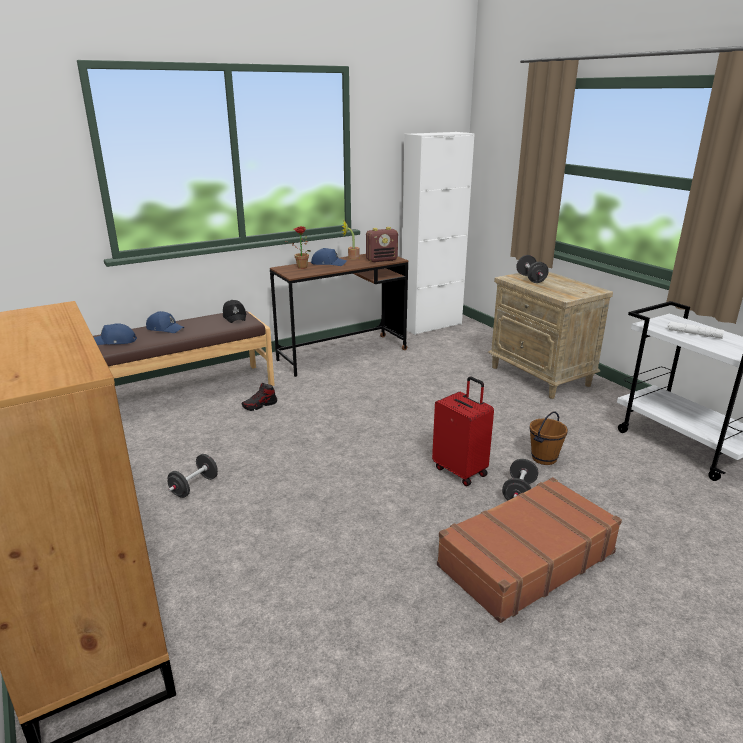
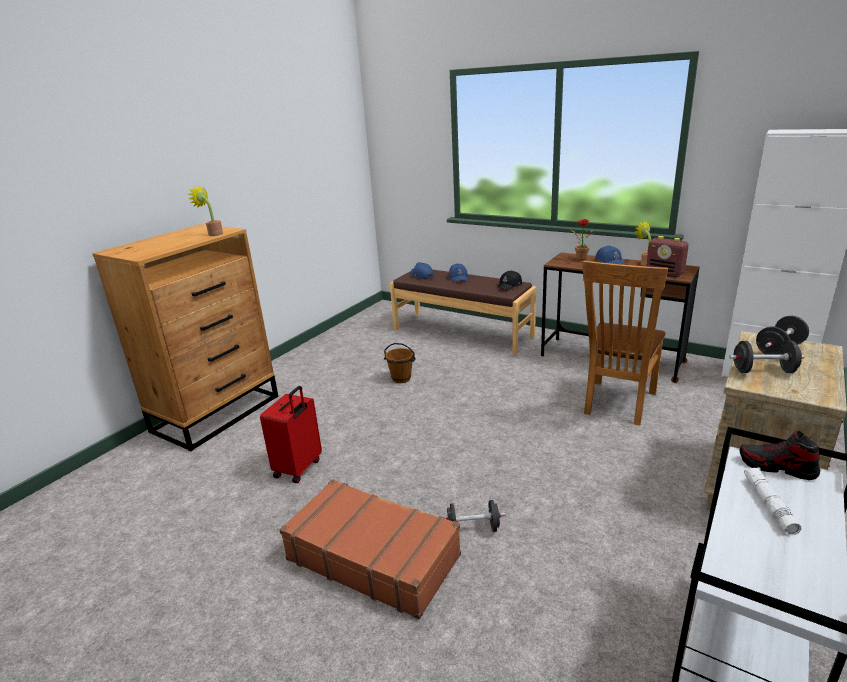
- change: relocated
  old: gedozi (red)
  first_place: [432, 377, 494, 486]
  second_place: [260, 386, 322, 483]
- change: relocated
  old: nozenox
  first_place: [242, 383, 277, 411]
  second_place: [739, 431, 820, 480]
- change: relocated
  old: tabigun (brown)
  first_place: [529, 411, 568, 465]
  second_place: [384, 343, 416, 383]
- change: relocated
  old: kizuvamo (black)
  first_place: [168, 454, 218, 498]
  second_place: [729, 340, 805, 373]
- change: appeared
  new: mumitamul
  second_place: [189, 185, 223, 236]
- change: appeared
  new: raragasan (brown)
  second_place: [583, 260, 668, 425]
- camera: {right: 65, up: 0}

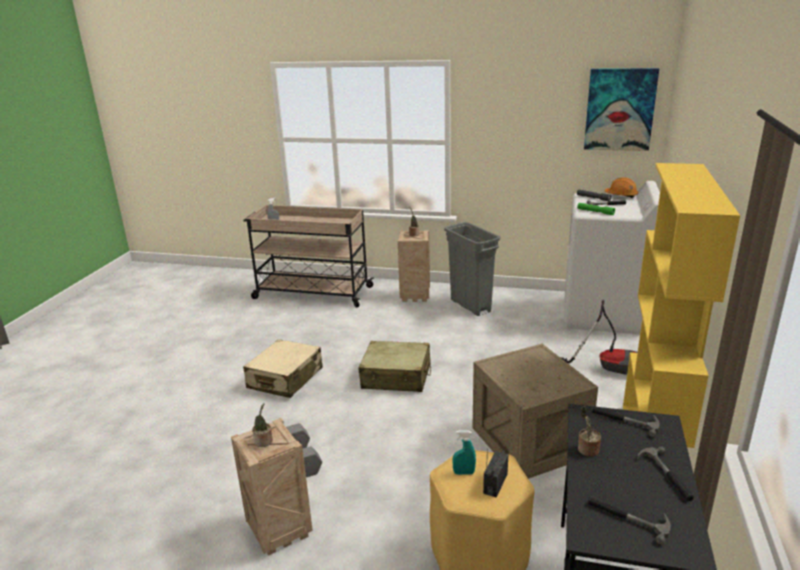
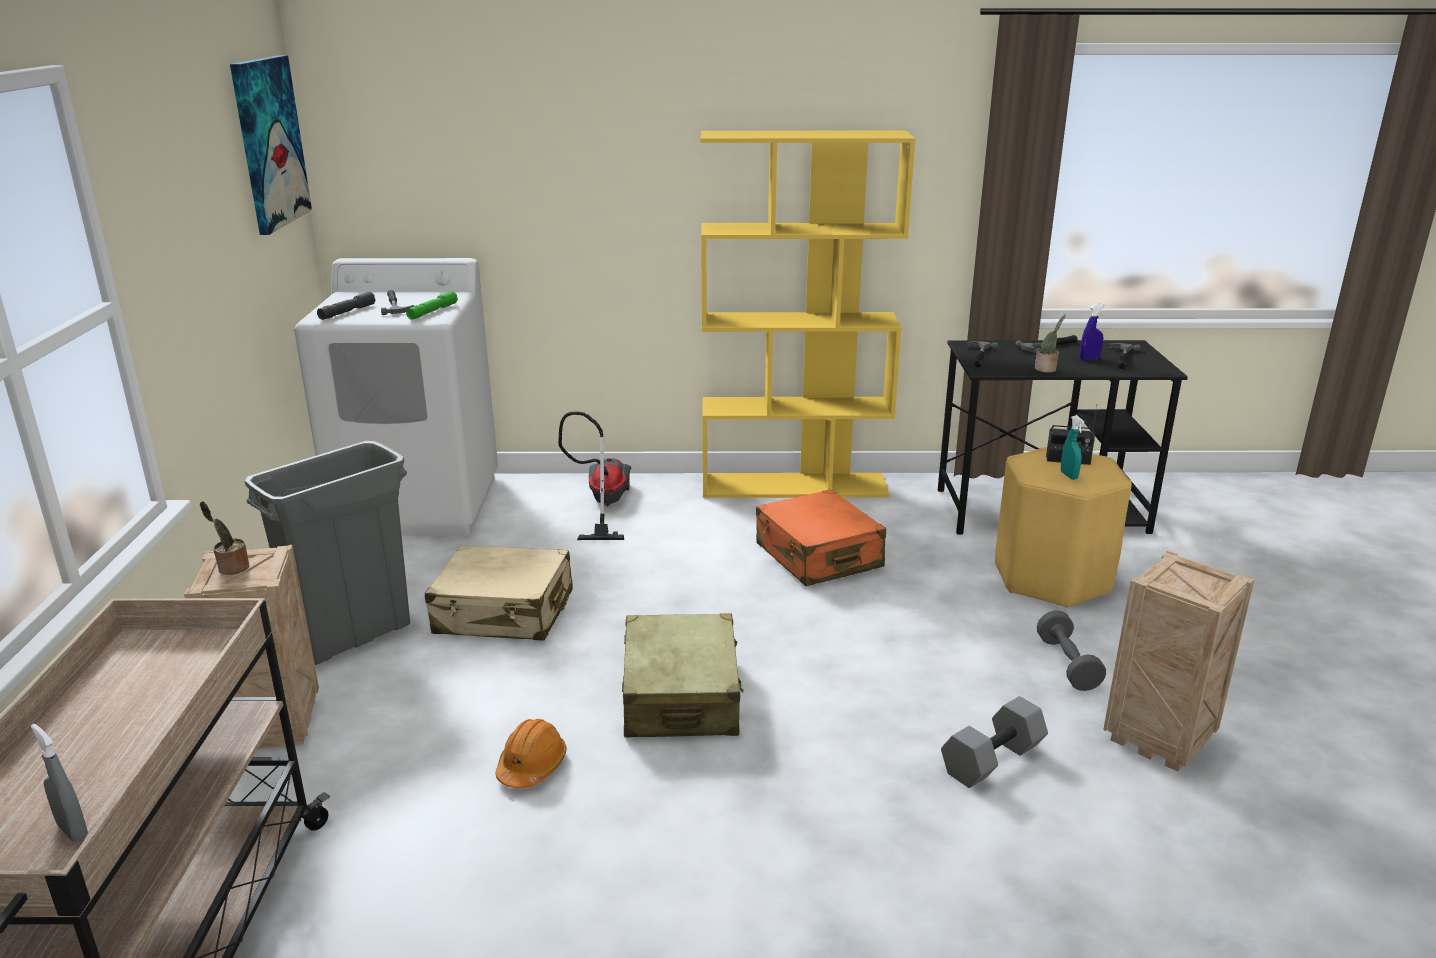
- change: relocated
  old: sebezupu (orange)
  first_place: [605, 177, 638, 198]
  second_place: [496, 719, 567, 788]
- change: relocated
  old: gedozi (beige)
  first_place: [243, 339, 323, 398]
  second_place: [425, 545, 573, 641]
- change: exchanged
  old: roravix
  new: gedozi (orange)
  first_place: [472, 344, 598, 479]
  second_place: [756, 489, 886, 586]
- change: missing
  old: mumitamul
  first_place: [252, 403, 273, 447]
- change: appeared
  new: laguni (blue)
  second_place: [1080, 303, 1106, 361]
- change: appeared
  new: kizuvamo (grey)
  second_place: [1037, 610, 1106, 691]
- camera: {right: -105, up: 0}

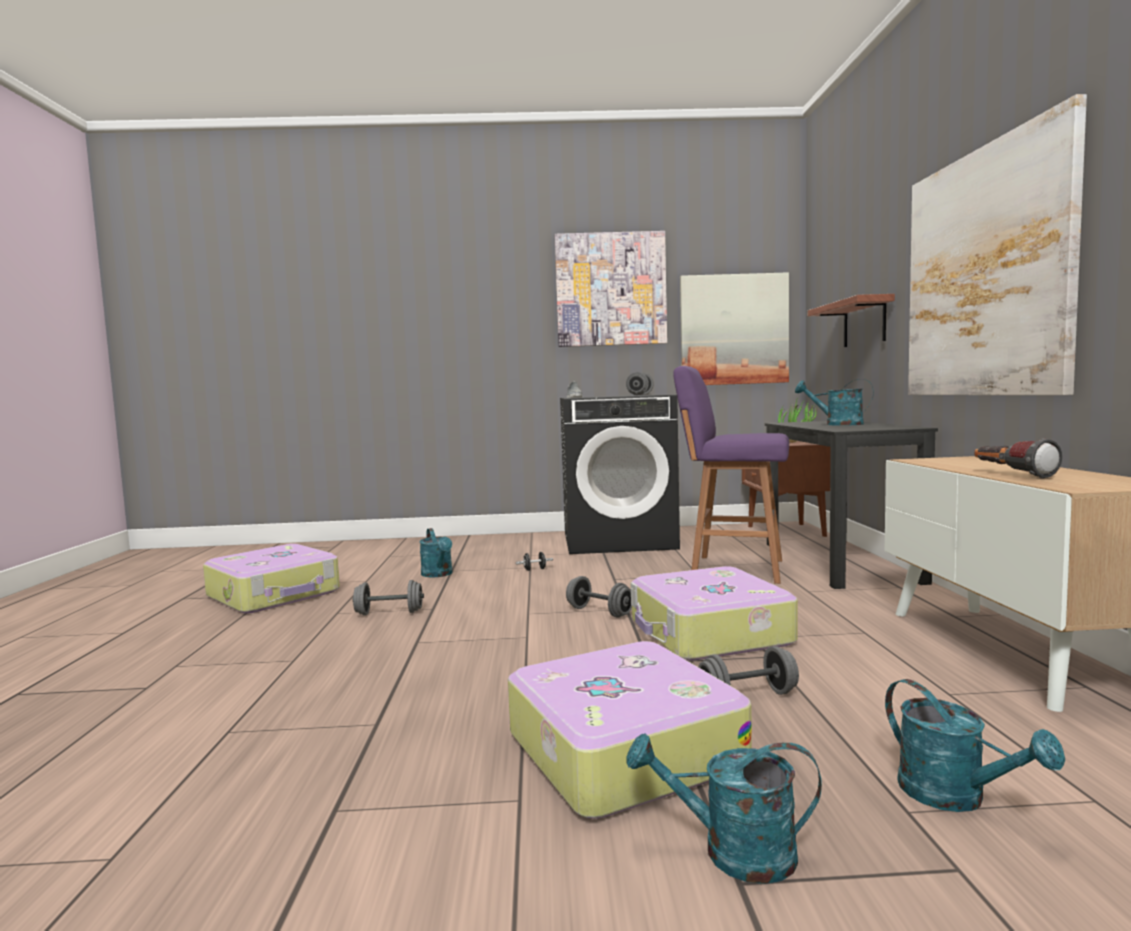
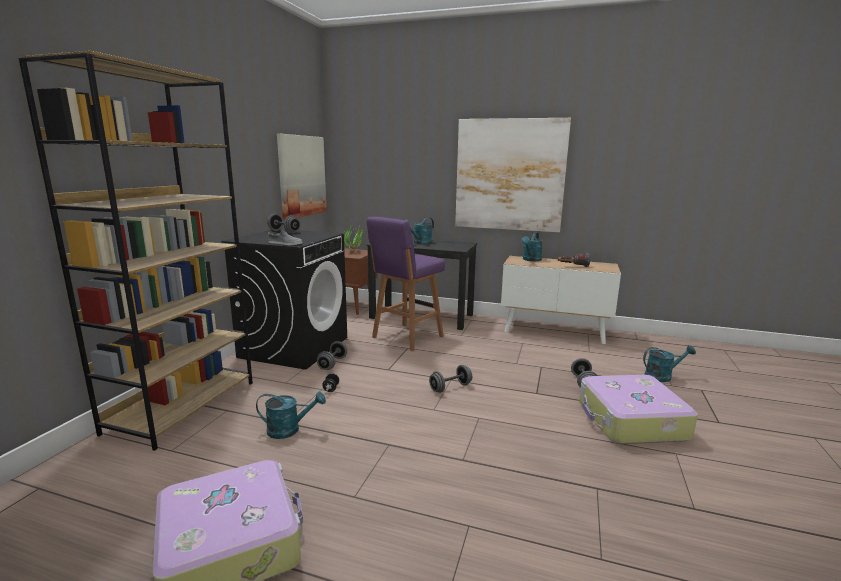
- change: missing
  old: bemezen
  first_place: [555, 231, 667, 347]
- change: missing
  old: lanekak
  first_place: [808, 294, 895, 347]
- change: missing
  old: gedozi
  first_place: [631, 566, 797, 661]
- change: relocated
  old: kizuvamo (grey)
  first_place: [353, 580, 424, 616]
  second_place: [317, 341, 347, 370]
- change: relocated
  old: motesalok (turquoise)
  first_place: [627, 733, 822, 884]
  second_place: [521, 233, 543, 261]
- change: appeared
  new: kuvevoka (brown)
  second_place: [19, 51, 253, 451]
- camera: {right: -70, up: 10}

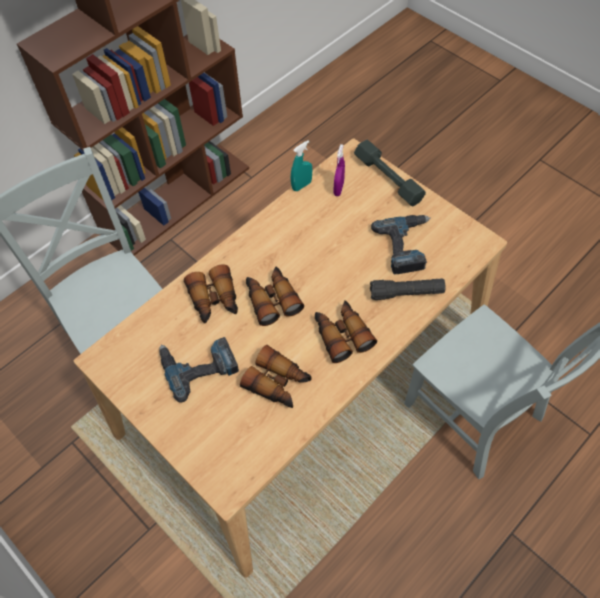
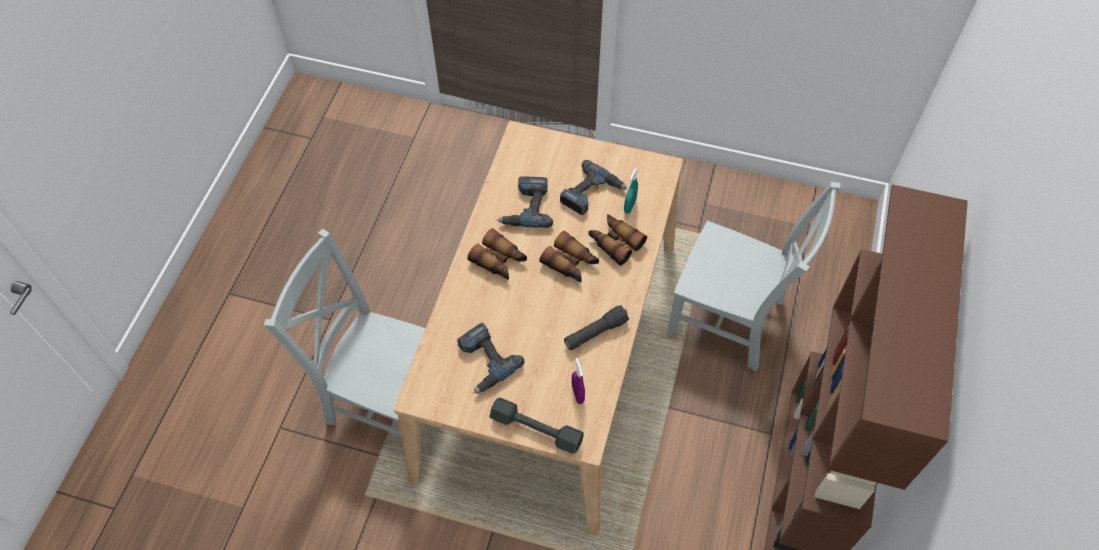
- change: relocated
  old: laguni (turquoise)
  first_place: [291, 140, 312, 191]
  second_place: [624, 168, 638, 214]
- change: relocated
  old: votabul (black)
  first_place: [370, 279, 446, 300]
  second_place: [564, 305, 629, 350]
- change: exchanged
  old: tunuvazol
  new: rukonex
  first_place: [240, 345, 311, 408]
  second_place: [497, 176, 553, 228]
- camera: {right: 150, up: 0}

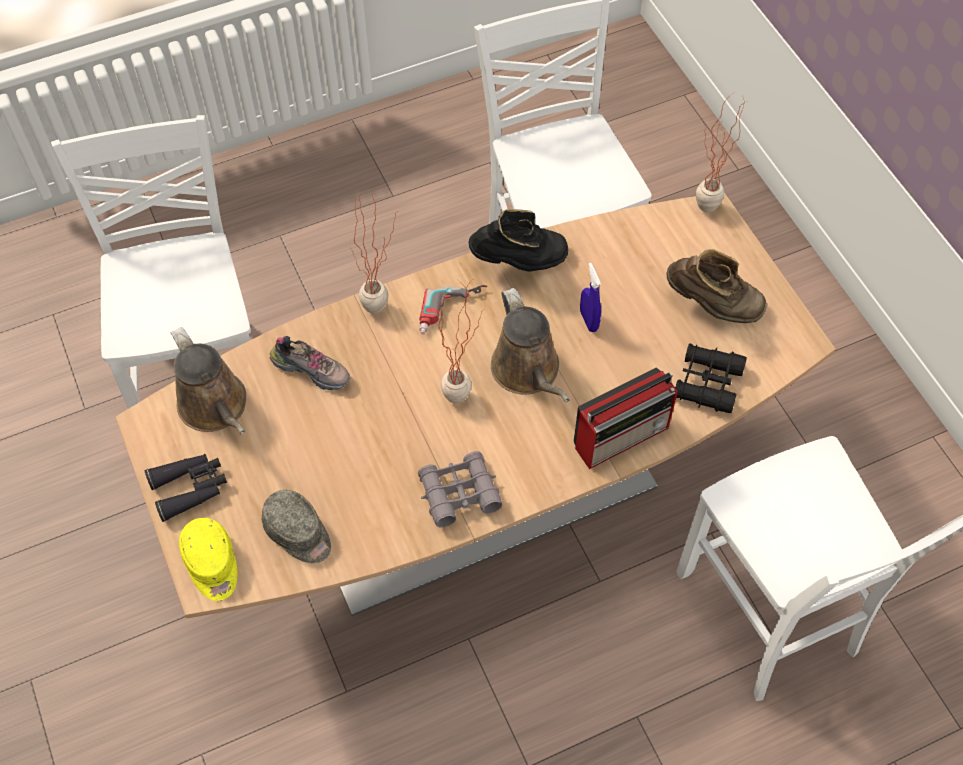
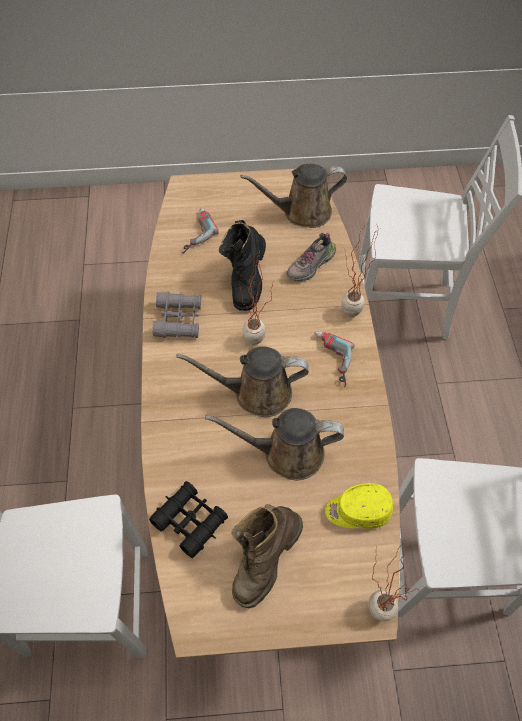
- change: relocated
  old: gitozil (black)
  first_place: [468, 209, 568, 272]
  second_place: [219, 220, 266, 311]
- change: exchanged
  old: laguni (blue)
  new: motesalok (brown)
  first_place: [580, 263, 601, 332]
  second_place: [205, 408, 344, 480]
- change: missing
  old: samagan
  first_place: [574, 367, 678, 469]
- change: missing
  old: tunuvazol (black)
  first_place: [145, 454, 227, 522]
- change: exchanged
  old: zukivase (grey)
  new: rukonex
  first_place: [262, 490, 331, 563]
  second_place: [182, 207, 219, 253]
- change: relocated
  old: zukivase (yellow)
  first_place: [179, 518, 237, 601]
  second_place: [325, 483, 393, 529]
- camera: {right: 110, up: 0}

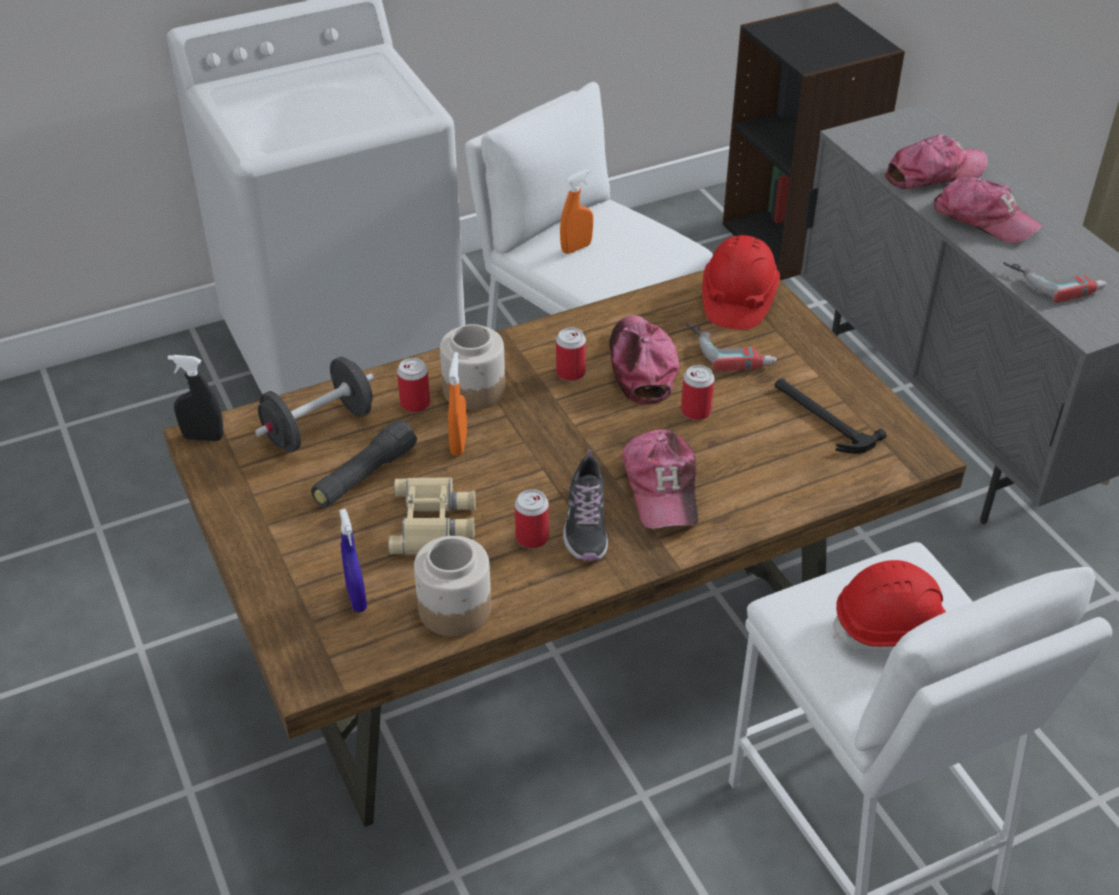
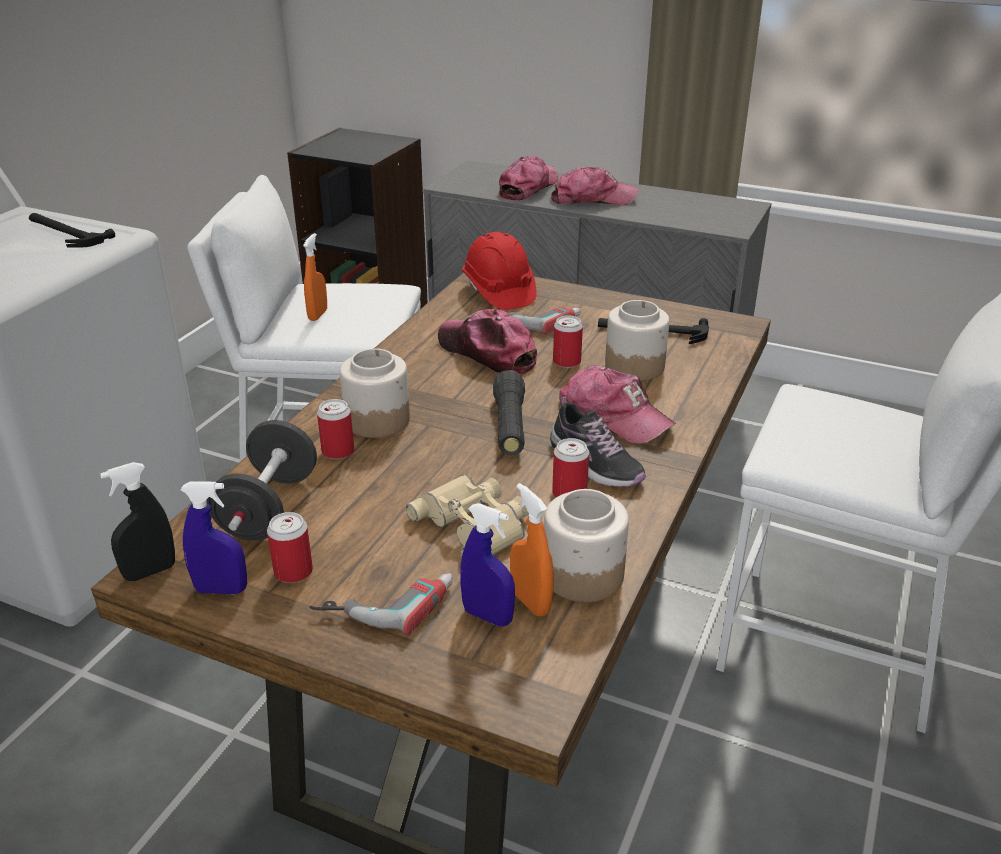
- change: relocated
  old: rukonex
  first_place: [1003, 262, 1106, 303]
  second_place: [309, 573, 453, 635]
- change: relocated
  old: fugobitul
  first_place: [556, 327, 586, 381]
  second_place: [267, 512, 313, 583]
- change: relocated
  old: laguni (orange)
  first_place: [448, 352, 467, 456]
  second_place: [510, 483, 553, 617]
- change: relocated
  old: votabul (black)
  first_place: [311, 420, 417, 507]
  second_place: [493, 370, 525, 456]
- change: missing
  old: sebezupu (red)
  first_place: [833, 560, 946, 650]
- change: appeared
  new: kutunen
  second_place: [29, 213, 115, 248]
- change: appeared
  new: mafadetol
  second_place: [605, 300, 669, 381]
- change: appeared
  new: laguni (blue)
  second_place: [181, 481, 247, 594]
- camera: {right: -40, up: -10}

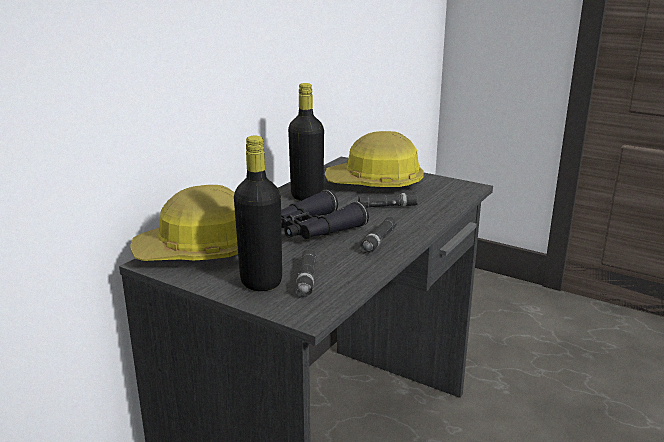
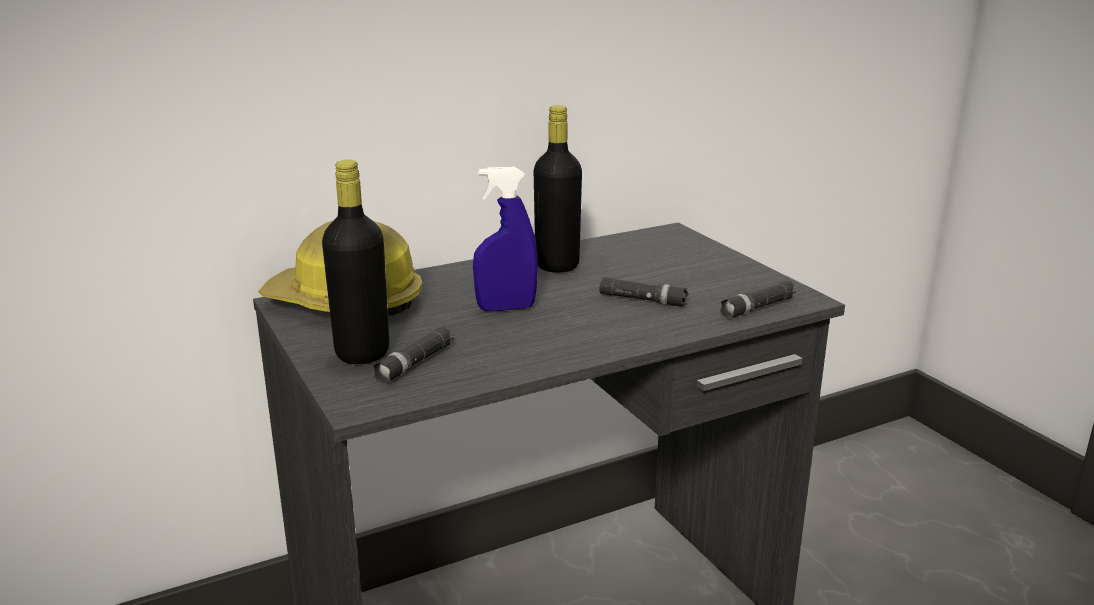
- change: missing
  old: sebezupu
  first_place: [325, 131, 424, 188]
- change: exchanged
  old: tunuvazol (black)
  new: laguni (blue)
  first_place: [281, 190, 369, 239]
  second_place: [473, 167, 538, 311]
- change: relocated
  old: votabul (black)
  first_place: [360, 217, 397, 254]
  second_place: [720, 281, 796, 319]
- camera: {right: 30, up: 0}

